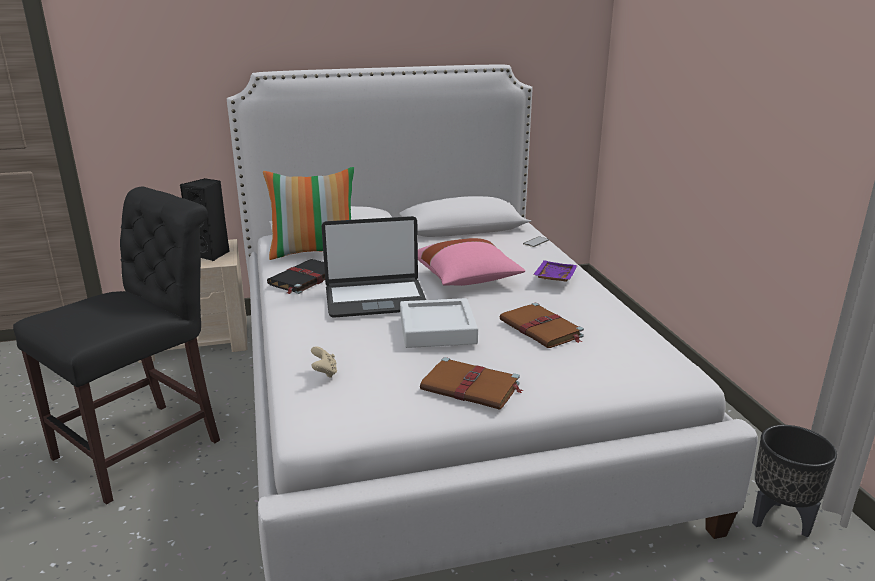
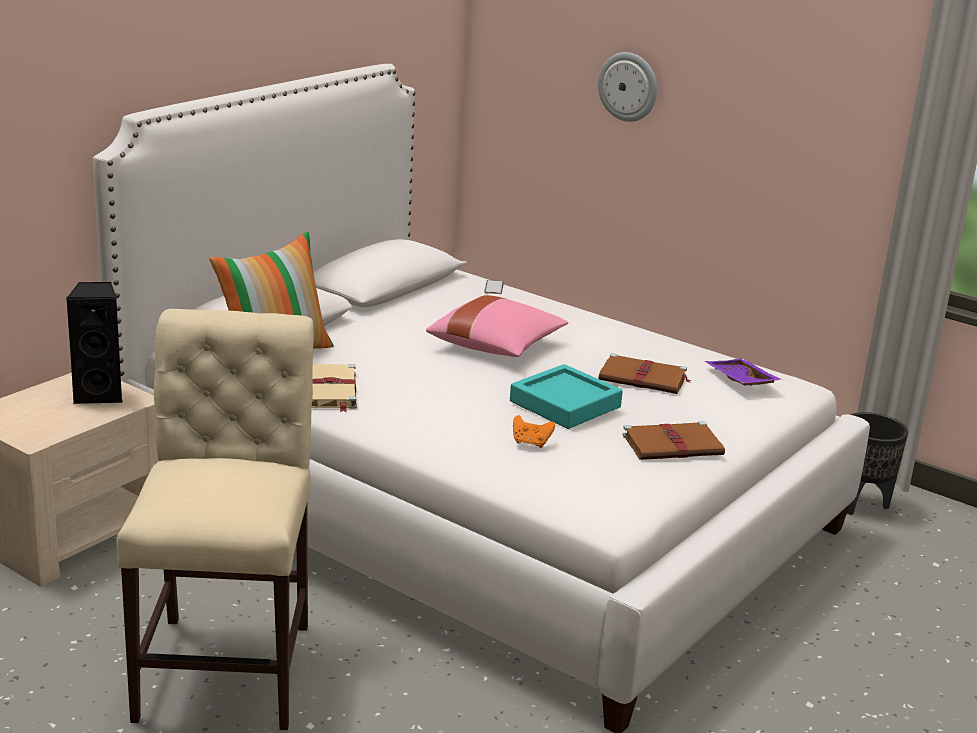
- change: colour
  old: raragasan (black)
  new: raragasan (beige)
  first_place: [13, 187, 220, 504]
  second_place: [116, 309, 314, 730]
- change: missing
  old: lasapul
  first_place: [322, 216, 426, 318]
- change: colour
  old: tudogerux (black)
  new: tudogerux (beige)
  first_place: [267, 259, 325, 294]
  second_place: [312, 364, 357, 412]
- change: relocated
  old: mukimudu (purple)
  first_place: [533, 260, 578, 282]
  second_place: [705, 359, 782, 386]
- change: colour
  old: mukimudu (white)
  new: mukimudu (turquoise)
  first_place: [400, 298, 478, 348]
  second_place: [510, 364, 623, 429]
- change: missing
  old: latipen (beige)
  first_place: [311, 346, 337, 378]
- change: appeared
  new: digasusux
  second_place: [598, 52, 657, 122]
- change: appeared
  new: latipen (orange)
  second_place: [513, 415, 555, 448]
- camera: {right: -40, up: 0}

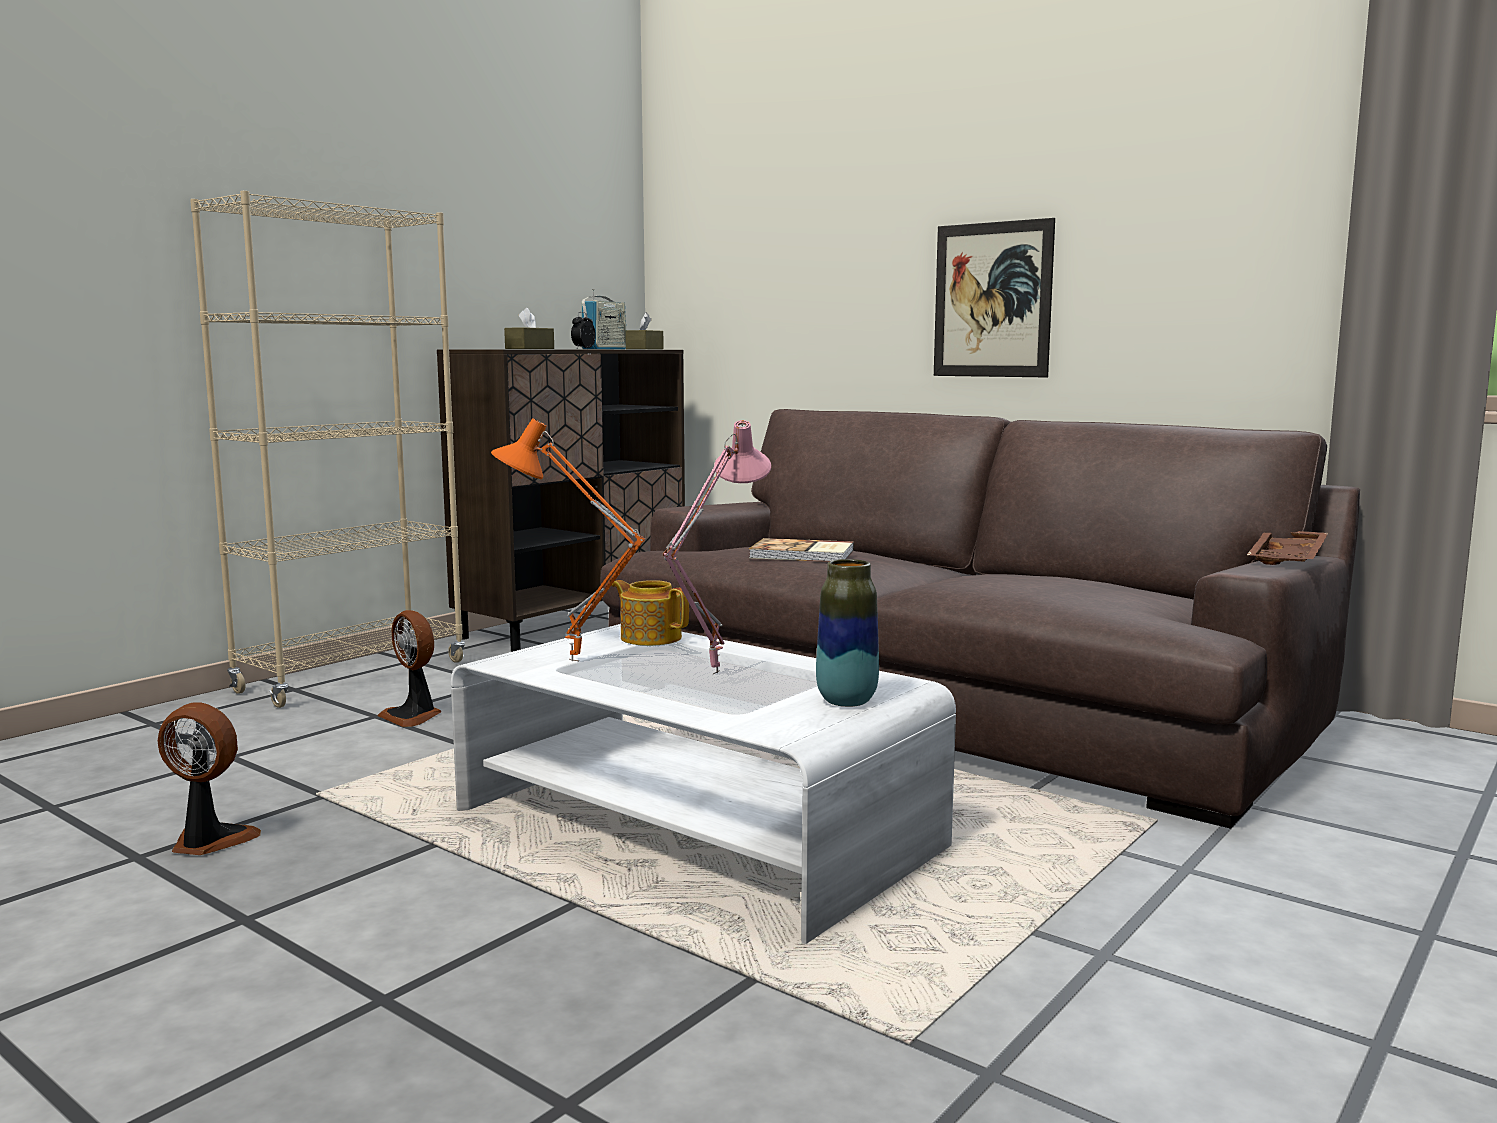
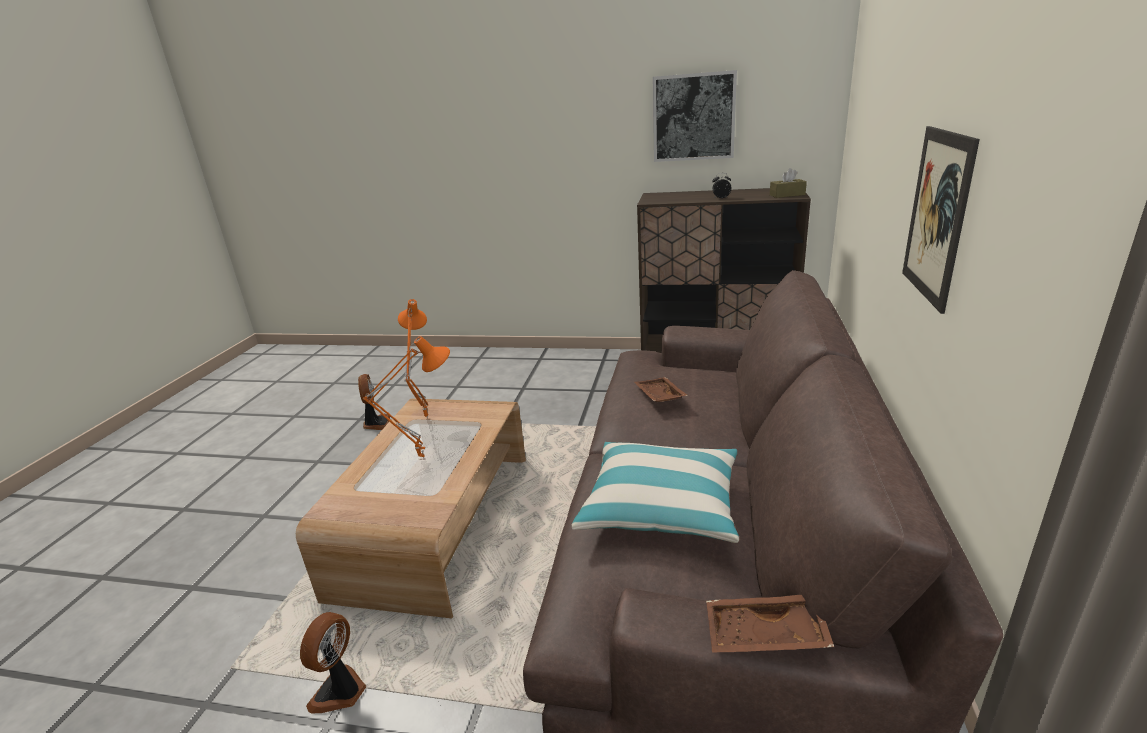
- change: missing
  old: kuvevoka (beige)
  first_place: [190, 191, 465, 708]
- change: missing
  old: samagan
  first_place: [581, 289, 626, 349]
- change: missing
  old: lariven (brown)
  first_place: [504, 308, 554, 349]
- change: colour
  old: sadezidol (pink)
  new: sadezidol (orange)
  first_place: [663, 420, 771, 674]
  second_place: [363, 336, 450, 460]
- change: exchanged
  old: tudogerux
  new: mukimudu (brown)
  first_place: [749, 538, 854, 562]
  second_place: [634, 377, 688, 402]
- change: missing
  old: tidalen
  first_place: [816, 559, 879, 707]
- change: missing
  old: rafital
  first_place: [612, 580, 689, 646]
- change: relocated
  old: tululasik
  first_place: [377, 610, 441, 727]
  second_place: [300, 612, 366, 713]
- change: colour
  old: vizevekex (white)
  new: vizevekex (brown)
  first_place: [451, 624, 956, 944]
  second_place: [296, 398, 526, 618]
- change: appeared
  new: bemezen
  second_place: [653, 70, 737, 162]
- change: appeared
  new: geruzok
  second_place: [572, 442, 739, 543]
- camera: {right: 65, up: 15}

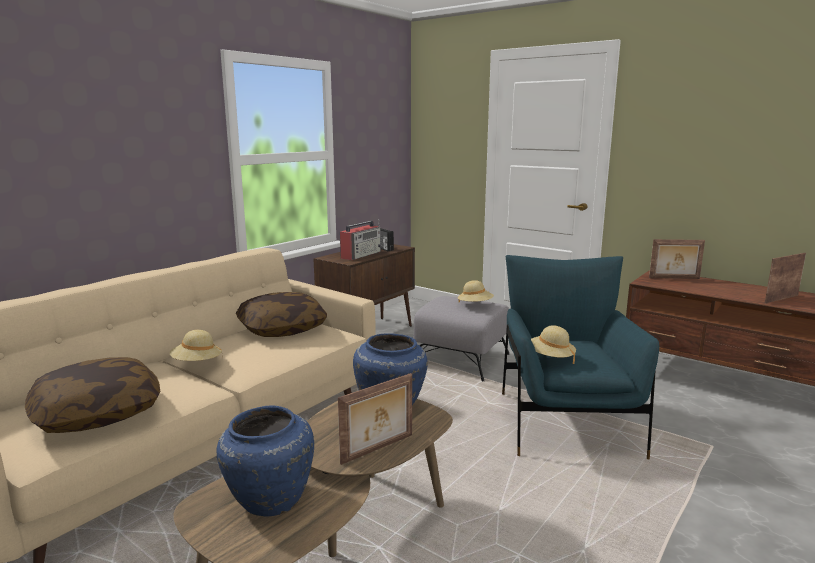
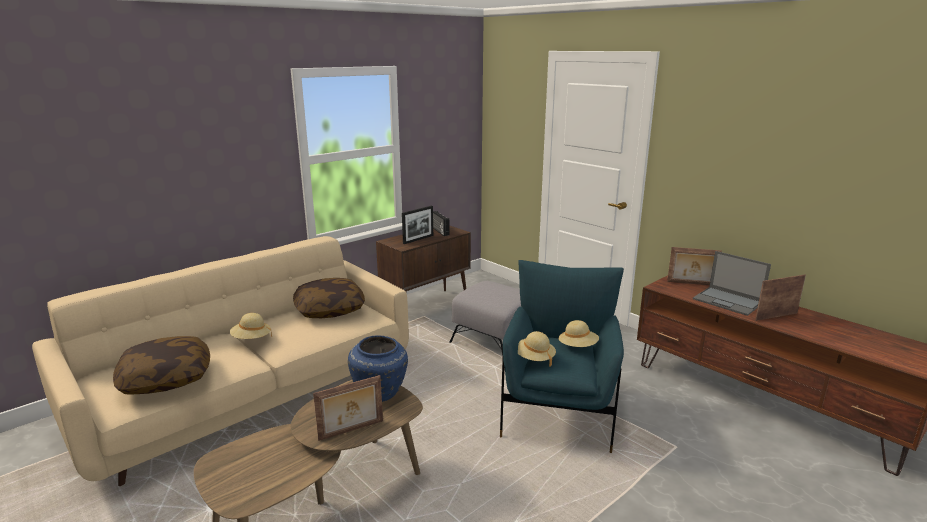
- change: exchanged
  old: samagan
  new: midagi
  first_place: [340, 220, 382, 260]
  second_place: [402, 206, 433, 244]
- change: relocated
  old: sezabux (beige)
  first_place: [458, 280, 494, 302]
  second_place: [559, 320, 599, 347]
- change: missing
  old: tidalen (blue)
  first_place: [217, 406, 314, 517]
- change: appeared
  new: lasapul
  second_place: [693, 251, 771, 316]
- camera: {right: 10, up: 5}

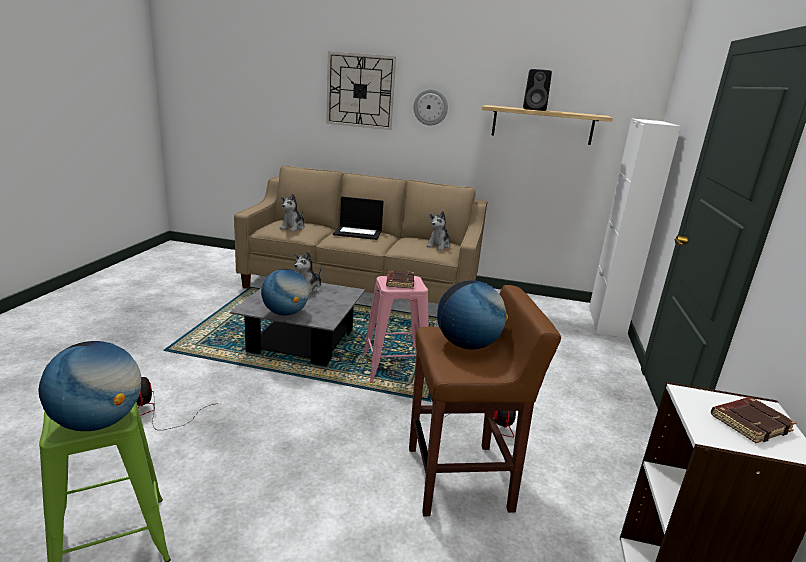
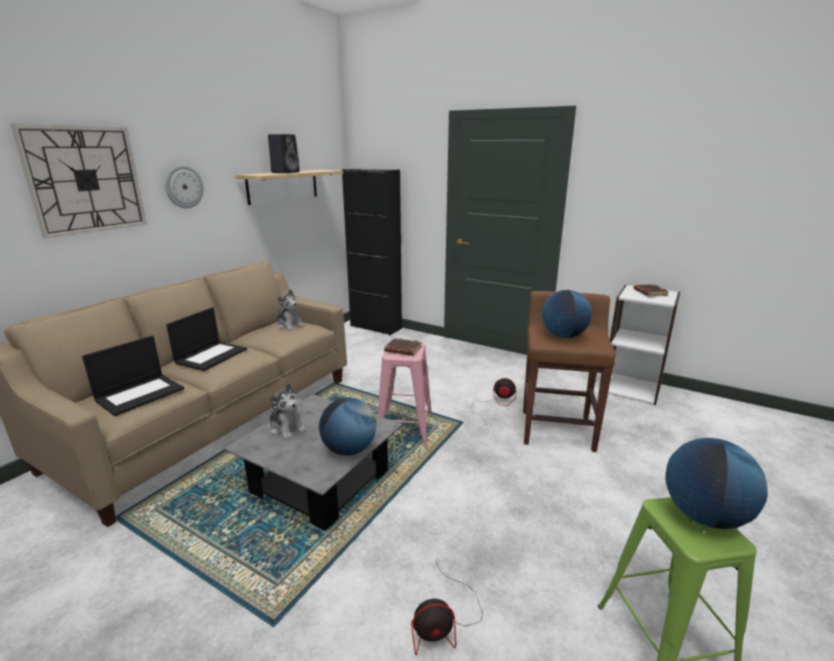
- change: colour
  old: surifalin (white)
  new: surifalin (black)
  first_place: [589, 118, 681, 338]
  second_place: [342, 168, 402, 335]
- change: exchanged
  old: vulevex
  new: lasapul
  first_place: [280, 194, 305, 232]
  second_place: [82, 336, 184, 416]
- camera: {right: -70, up: 0}

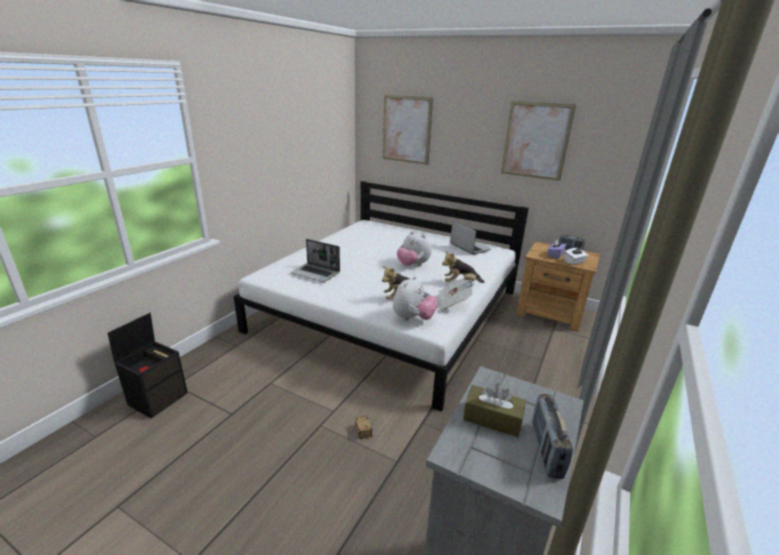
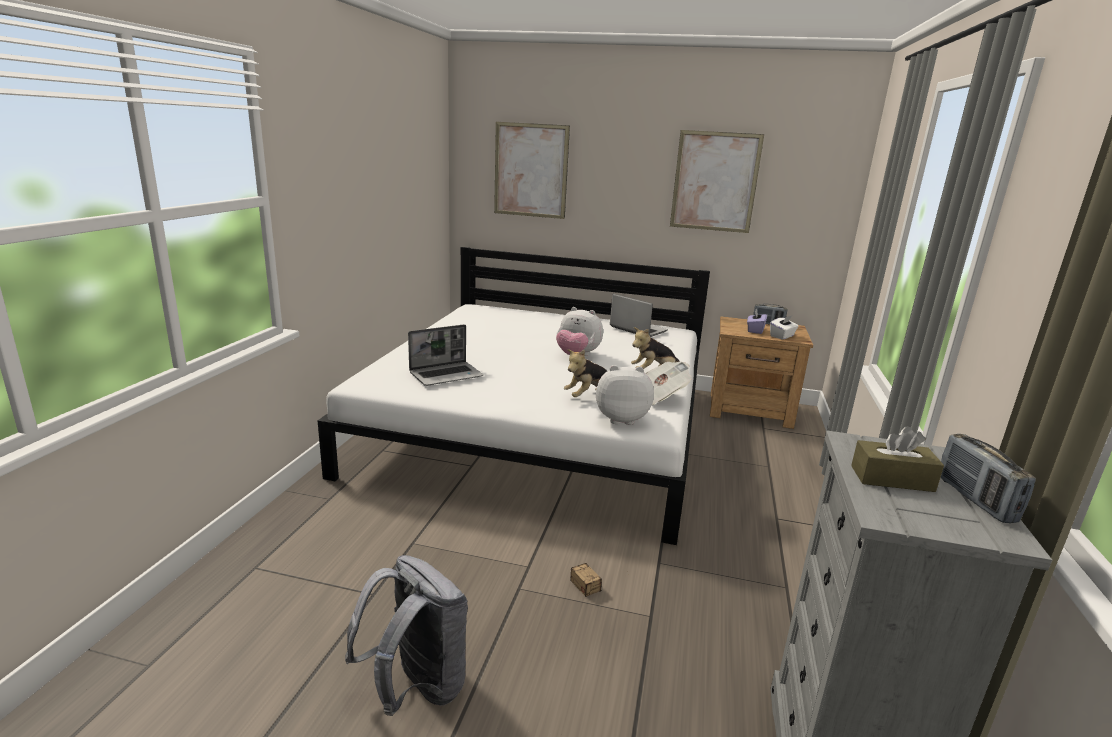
- change: spun
  old: lasapul
  first_place: [290, 239, 340, 282]
  second_place: [408, 324, 483, 386]
  degrees: -45
- change: spun
  old: vulevex
  first_place: [393, 276, 438, 321]
  second_place: [596, 365, 654, 425]
  degrees: -105
- change: missing
  old: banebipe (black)
  first_place: [108, 313, 188, 418]
- change: appeared
  new: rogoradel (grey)
  second_place: [345, 555, 468, 716]
- camera: {right: -15, up: -5}

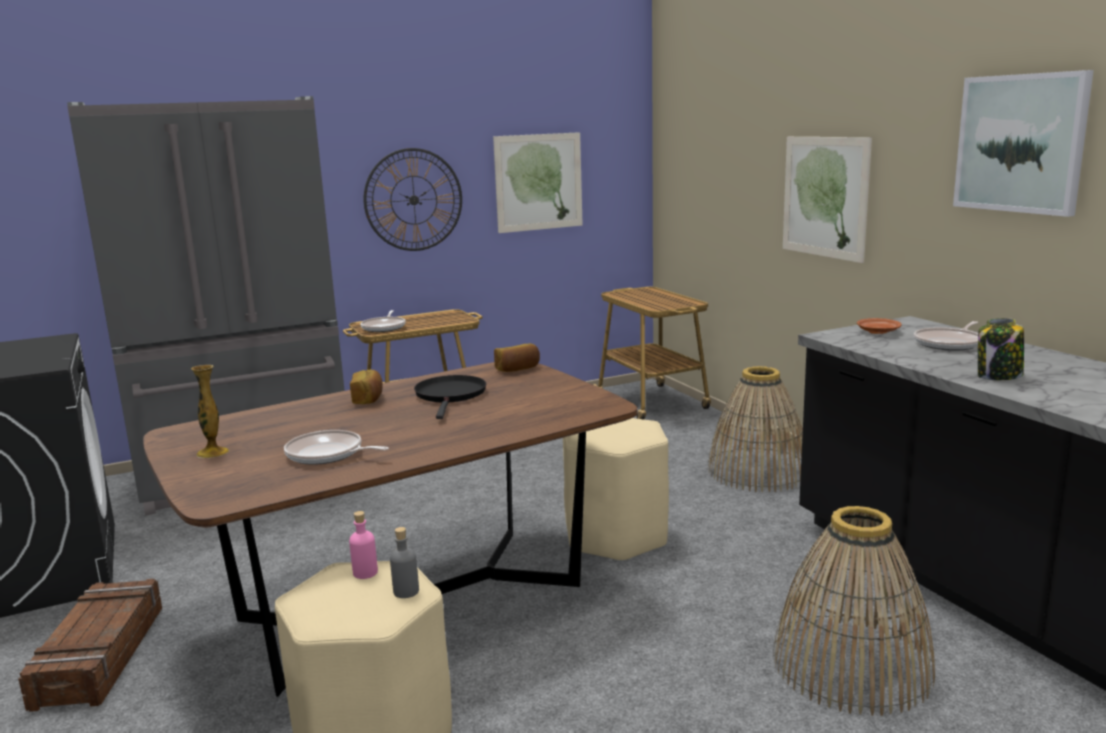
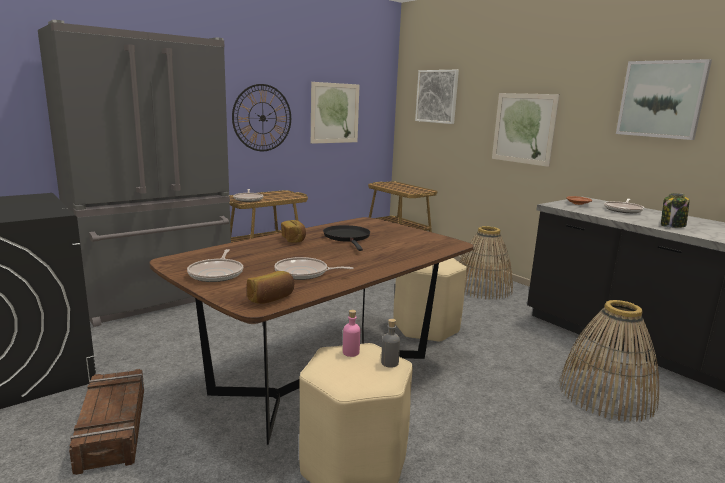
- change: relocated
  old: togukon
  first_place: [494, 343, 540, 372]
  second_place: [247, 271, 294, 304]
- change: exchanged
  old: tidalen
  new: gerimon
  first_place: [191, 365, 229, 458]
  second_place: [187, 249, 243, 282]
- change: appeared
  new: bemezen
  second_place: [415, 70, 459, 124]
- camera: {right: -15, up: 0}

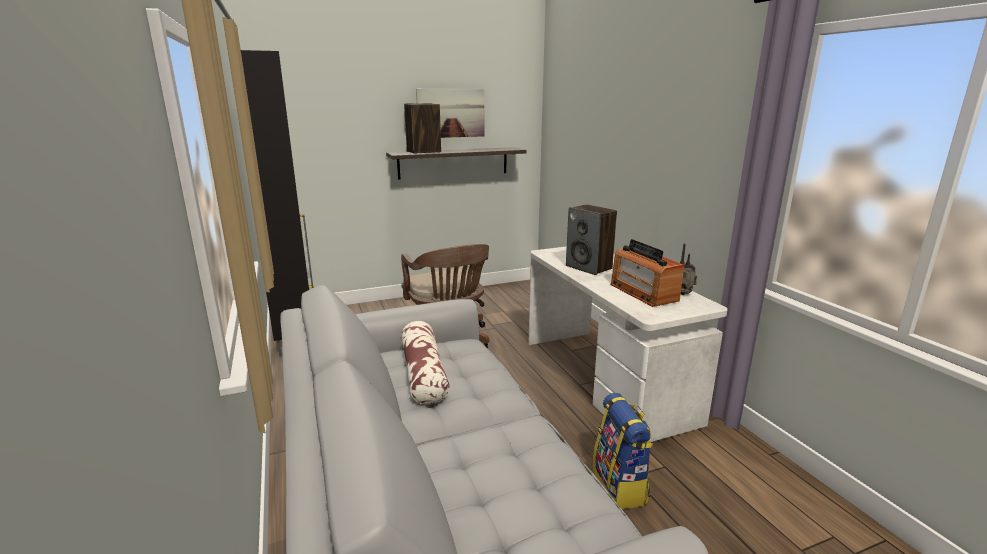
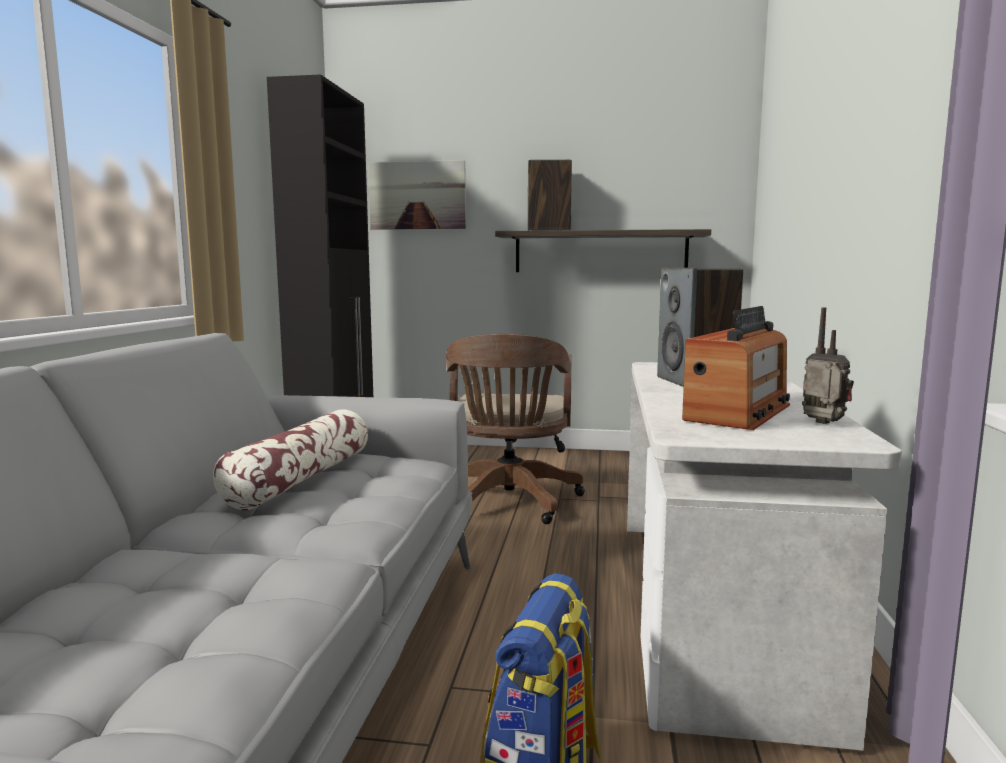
- change: relocated
  old: bemezen
  first_place: [416, 89, 485, 138]
  second_place: [368, 160, 466, 230]
- change: spun
  old: samagan
  first_place: [610, 239, 684, 307]
  second_place: [682, 306, 790, 430]
  degrees: -150
- camera: {right: 30, up: -10}

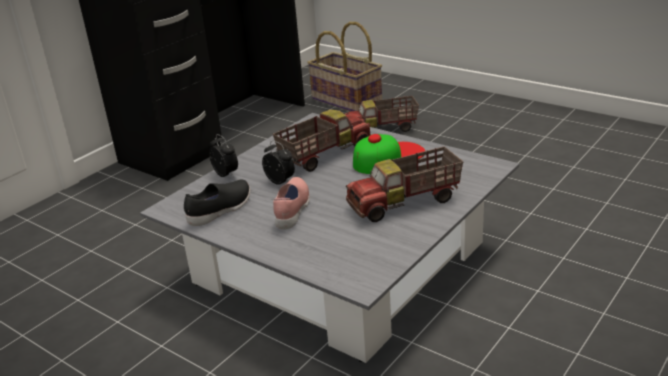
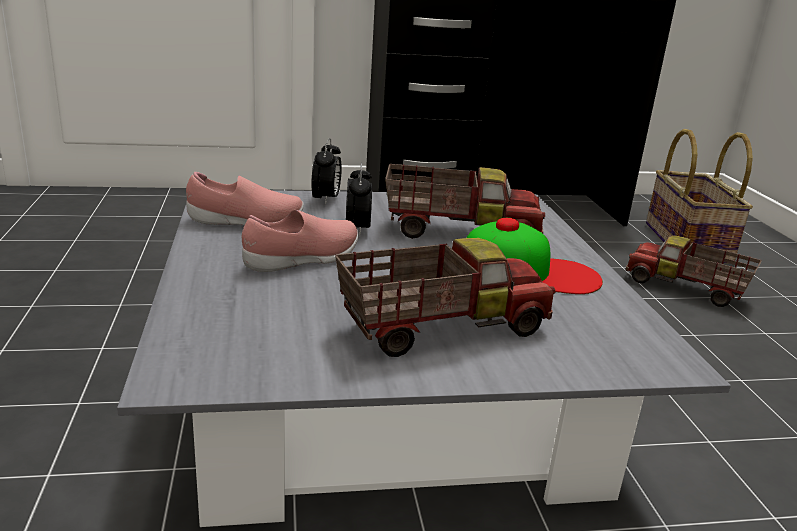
- change: spun
  old: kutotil
  first_place: [346, 147, 463, 222]
  second_place: [335, 238, 555, 357]
  degrees: 135
- change: colour
  old: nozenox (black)
  new: nozenox (pink)
  first_place: [184, 179, 250, 226]
  second_place: [186, 172, 304, 225]
- camera: {right: 40, up: -5}

